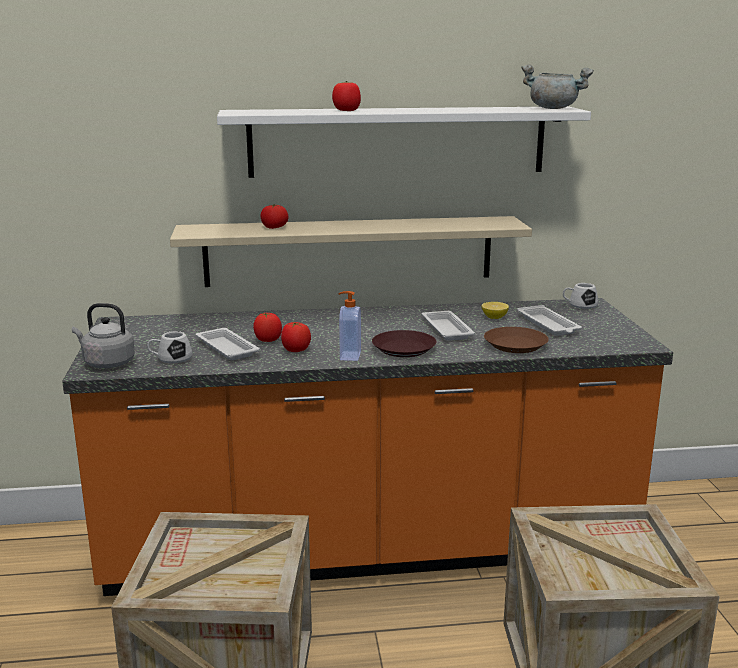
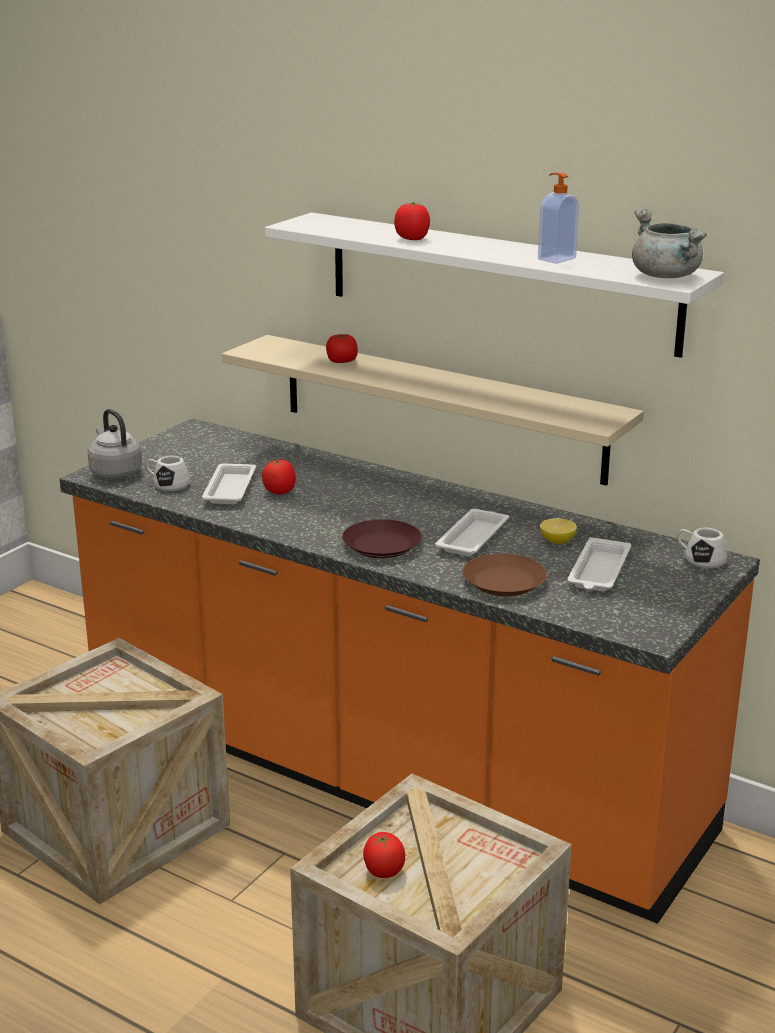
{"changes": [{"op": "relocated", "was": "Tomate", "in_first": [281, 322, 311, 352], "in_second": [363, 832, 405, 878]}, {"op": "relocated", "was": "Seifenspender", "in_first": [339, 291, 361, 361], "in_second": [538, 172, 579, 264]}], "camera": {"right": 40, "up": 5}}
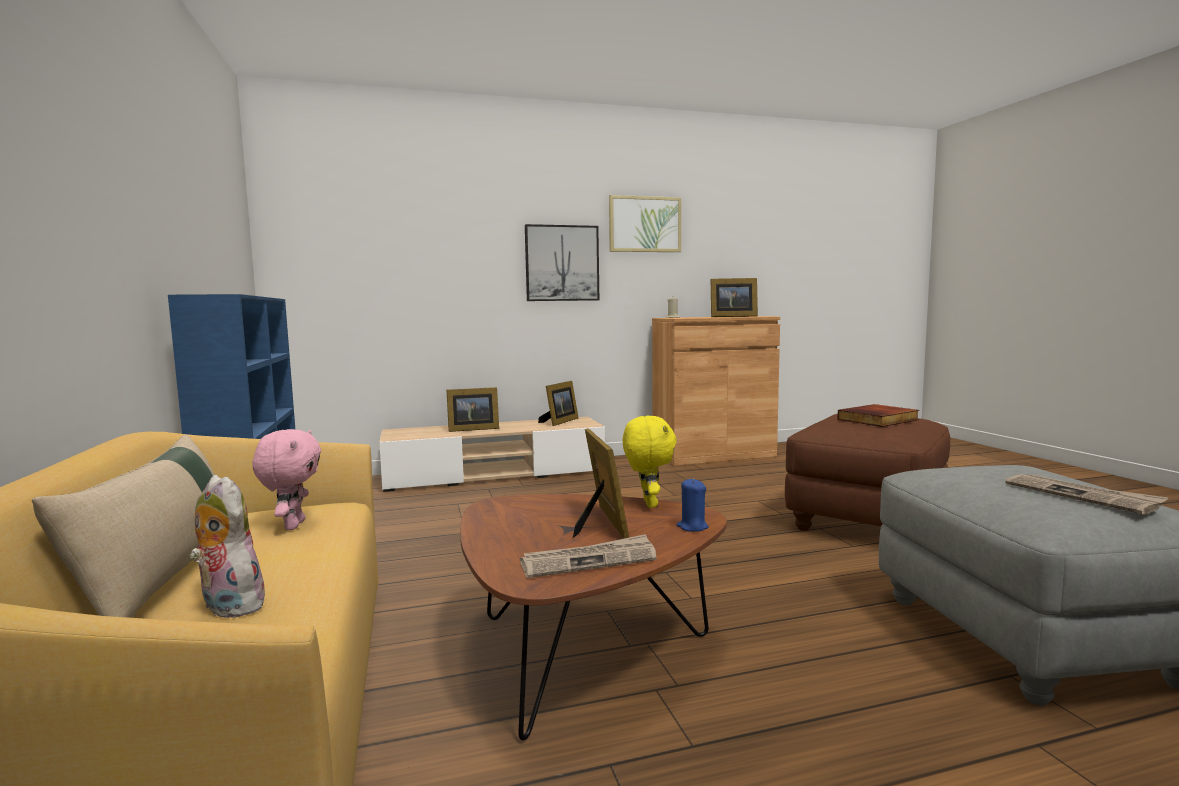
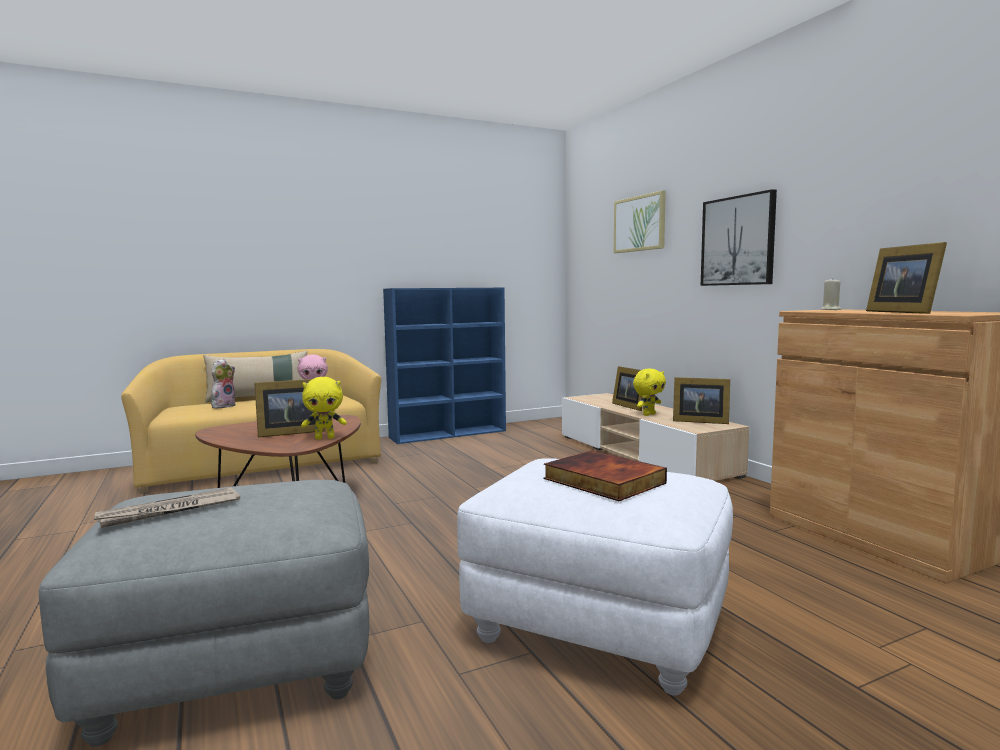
{"changes": [{"op": "missing", "was": "Zeitung", "in_first": [520, 534, 657, 578]}, {"op": "relocated", "was": "Bild", "in_first": [609, 195, 681, 252], "in_second": [614, 190, 666, 253]}, {"op": "missing", "was": "Kerze (blau)", "in_first": [676, 479, 709, 532]}, {"op": "colour", "was": "Polsterhocker (braun)", "now": "Polsterhocker (weiß)", "in_first": [785, 414, 950, 531], "in_second": [457, 458, 733, 696]}, {"op": "appeared", "now": "Plüschtier (gelb)", "in_second": [633, 369, 666, 416]}], "camera": {"right": 80, "up": 0}}
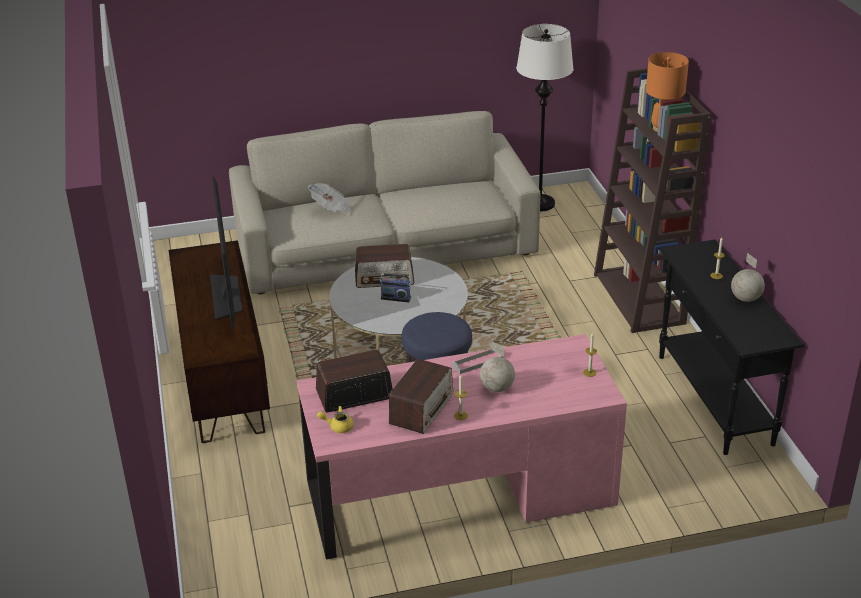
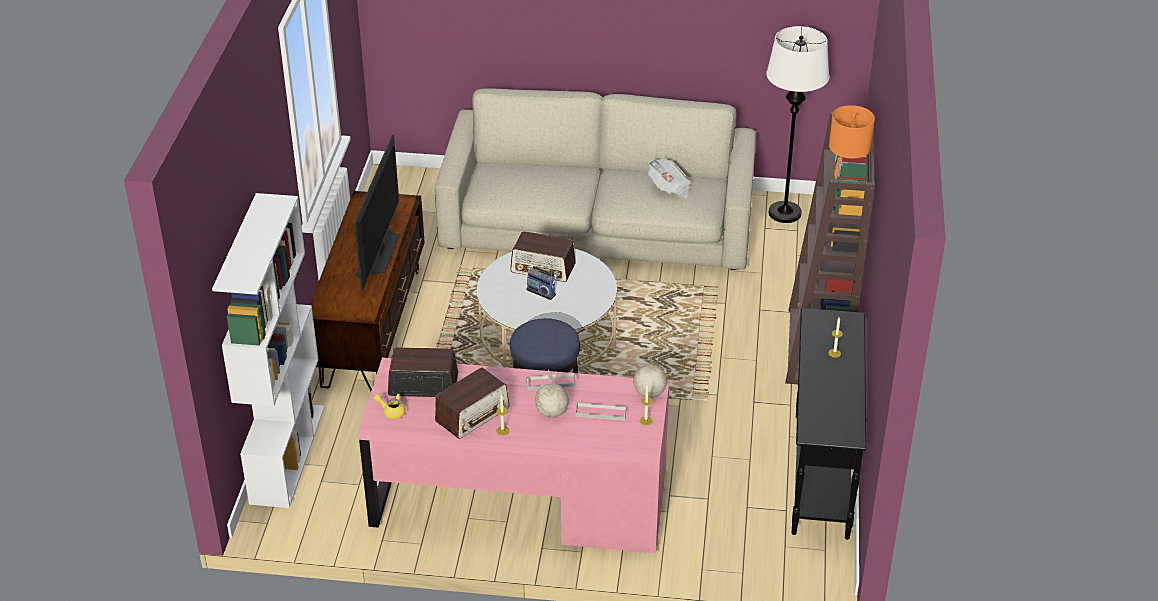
{"changes": [{"op": "relocated", "was": "Zeitung", "in_first": [308, 183, 351, 214], "in_second": [648, 159, 691, 199]}, {"op": "relocated", "was": "Globus", "in_first": [731, 253, 765, 302], "in_second": [633, 352, 667, 398]}, {"op": "appeared", "now": "Bücherregal (weiß)", "in_second": [212, 193, 325, 508]}, {"op": "appeared", "now": "Tablett (grau)", "in_second": [576, 402, 627, 420]}], "camera": {"right": 20, "up": 5}}
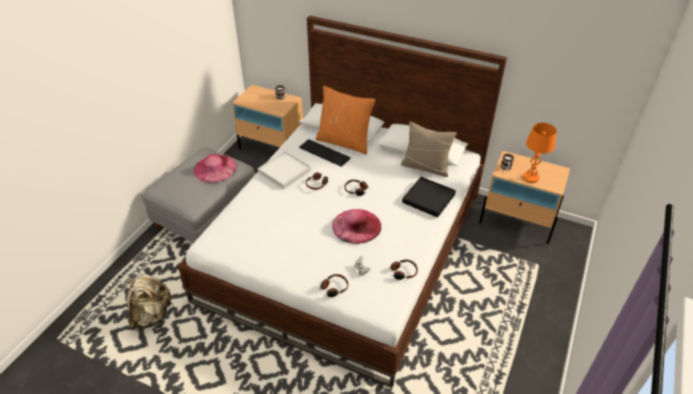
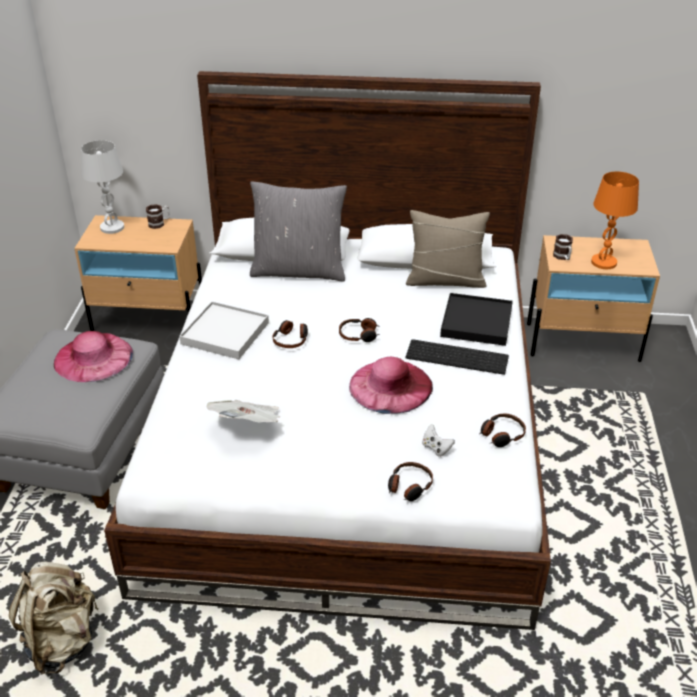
{"changes": [{"op": "relocated", "was": "Tastatur", "in_first": [299, 139, 351, 167], "in_second": [406, 339, 509, 375]}, {"op": "colour", "was": "Kissen (orange)", "now": "Kissen (grau)", "in_first": [316, 86, 376, 155], "in_second": [250, 181, 347, 281]}, {"op": "appeared", "now": "Tischlampe (weiß)", "in_second": [81, 140, 124, 234]}, {"op": "appeared", "now": "Zeitung", "in_second": [207, 400, 280, 422]}], "camera": {"right": -20, "up": -5}}
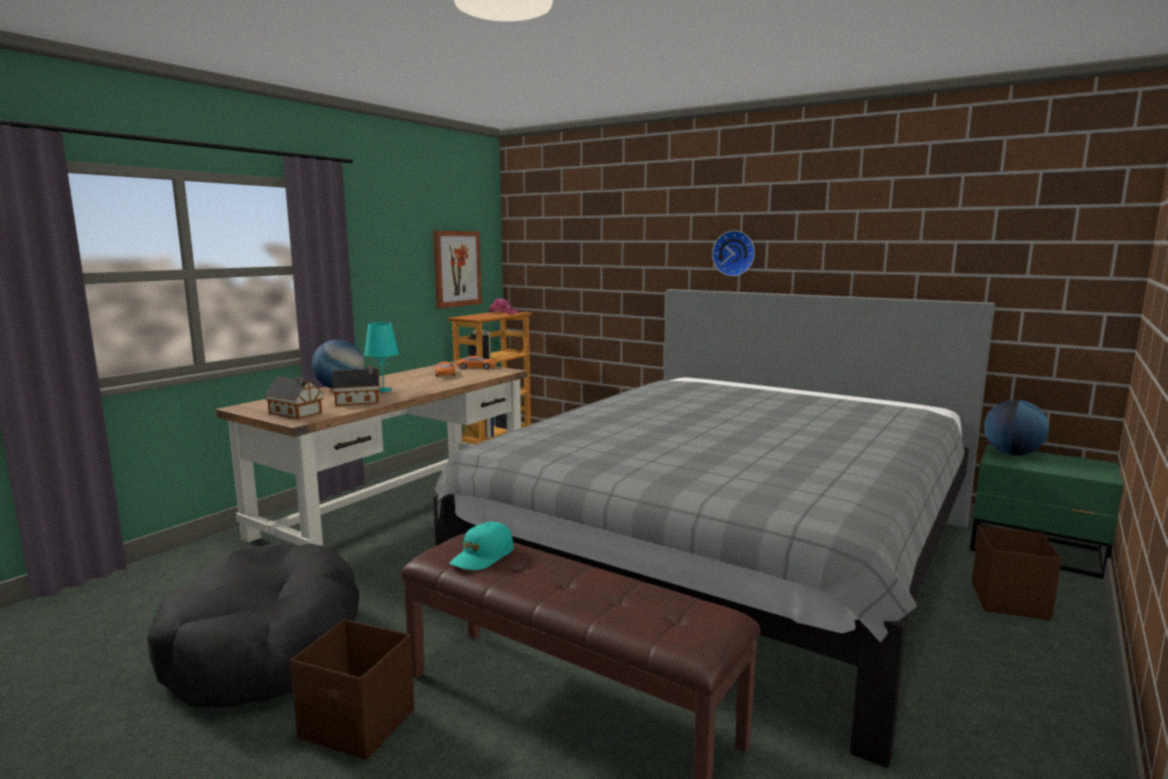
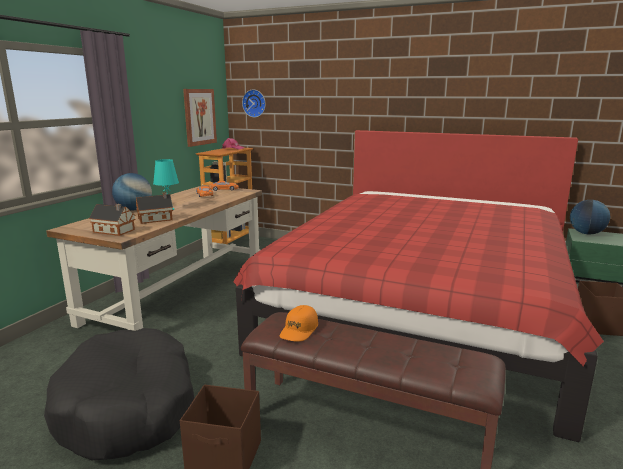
{"changes": [{"op": "colour", "was": "Bett (grau)", "now": "Bett (rot)", "in_first": [433, 289, 995, 768], "in_second": [233, 130, 604, 442]}, {"op": "colour", "was": "Kappe (türkis)", "now": "Kappe (orange)", "in_first": [450, 522, 514, 570], "in_second": [280, 305, 318, 342]}, {"op": "relocated", "was": "Wanduhr", "in_first": [712, 230, 755, 276], "in_second": [242, 89, 266, 117]}], "camera": {"right": -10, "up": 5}}
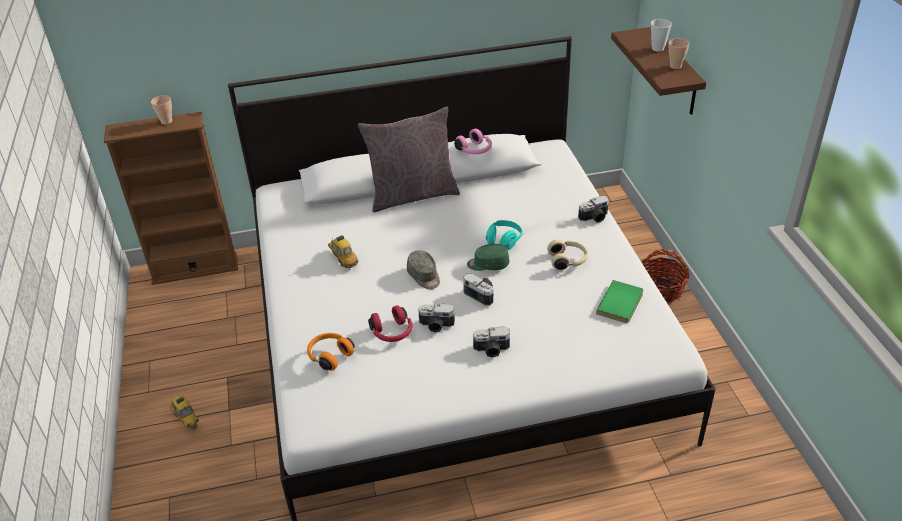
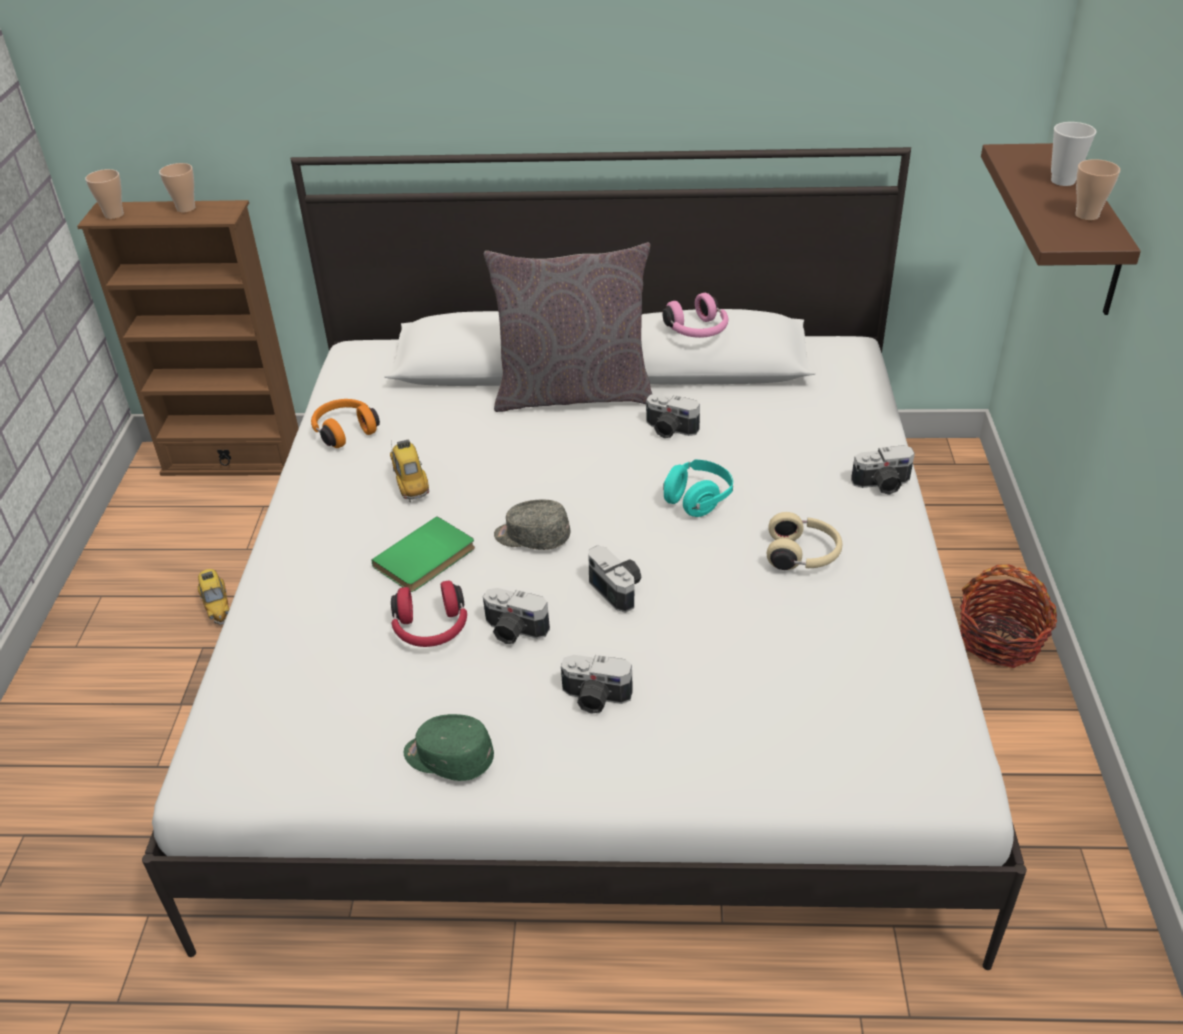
{"changes": [{"op": "relocated", "was": "Spielzeugauto", "in_first": [170, 395, 199, 430], "in_second": [198, 569, 229, 625]}, {"op": "relocated", "was": "Kopfhörer (orange)", "in_first": [307, 333, 355, 371], "in_second": [311, 399, 380, 448]}, {"op": "spun", "was": "Kappe (grau)", "in_first": [407, 250, 440, 289], "in_second": [494, 499, 571, 550], "clockwise": 120}, {"op": "relocated", "was": "Kappe (grün)", "in_first": [467, 243, 509, 271], "in_second": [404, 714, 494, 781]}, {"op": "relocated", "was": "Buch (grün)", "in_first": [596, 280, 643, 323], "in_second": [371, 516, 475, 592]}, {"op": "appeared", "now": "Tasse", "in_second": [85, 169, 124, 219]}, {"op": "appeared", "now": "Kamera", "in_second": [646, 394, 700, 438]}], "camera": {"right": 15, "up": 0}}
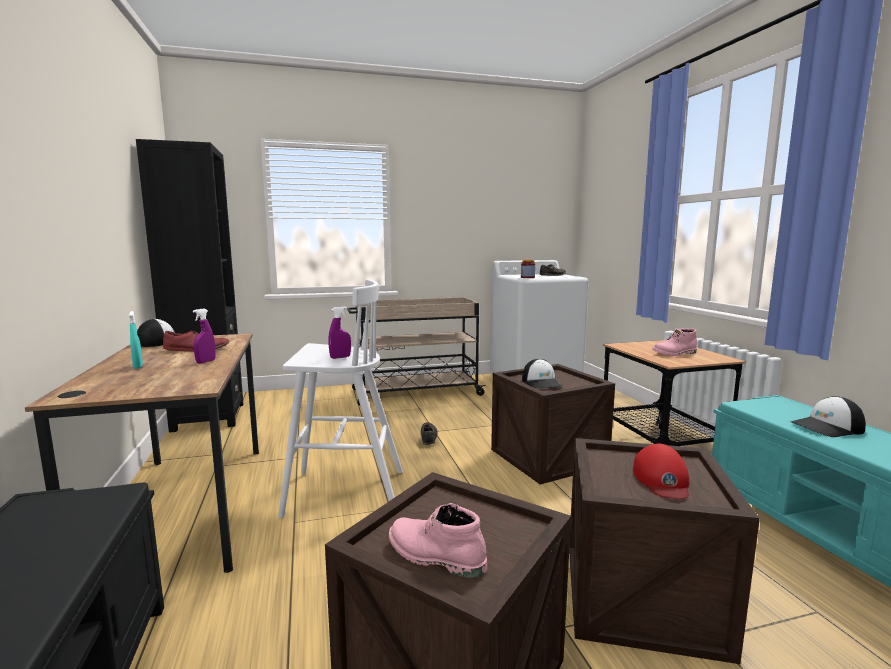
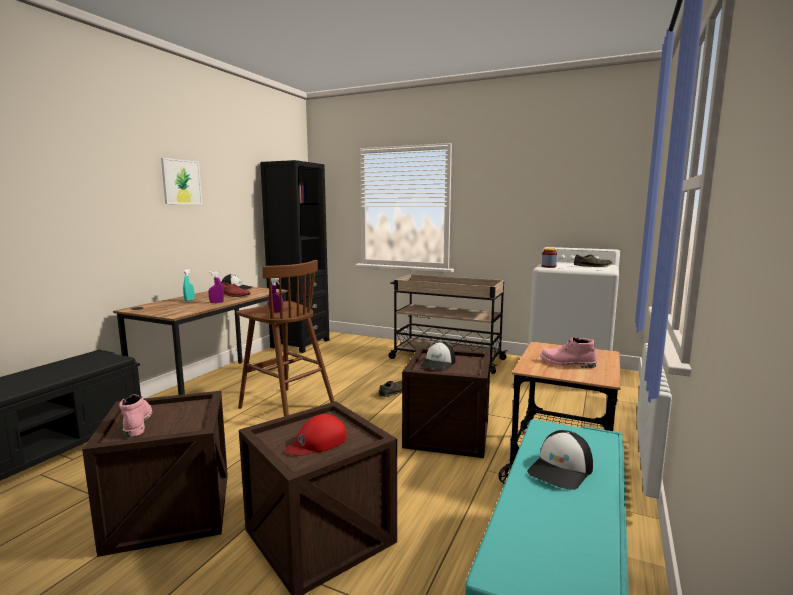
{"changes": [{"op": "colour", "was": "Hocker (weiß)", "now": "Hocker (braun)", "in_first": [278, 279, 403, 518], "in_second": [236, 260, 335, 416]}, {"op": "spun", "was": "Kappe", "in_first": [791, 396, 866, 437], "in_second": [527, 430, 593, 490], "clockwise": -75}, {"op": "appeared", "now": "Bild", "in_second": [161, 158, 202, 204]}], "camera": {"right": 40, "up": 0}}
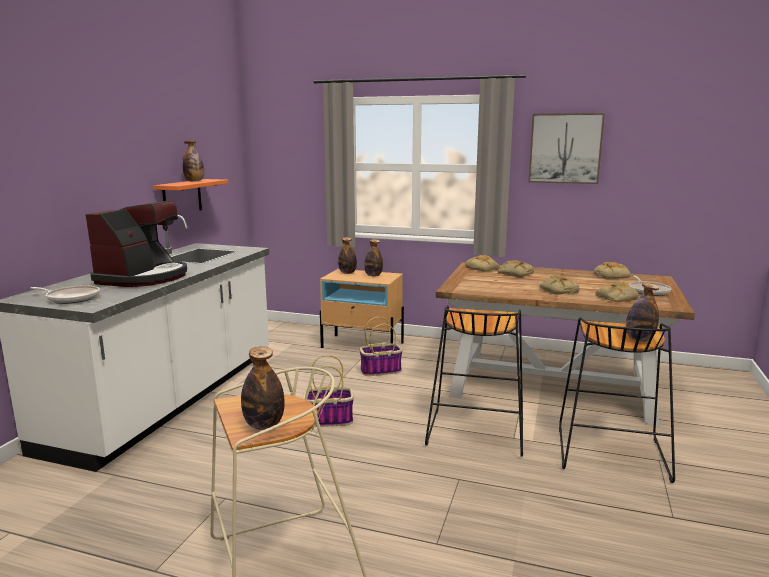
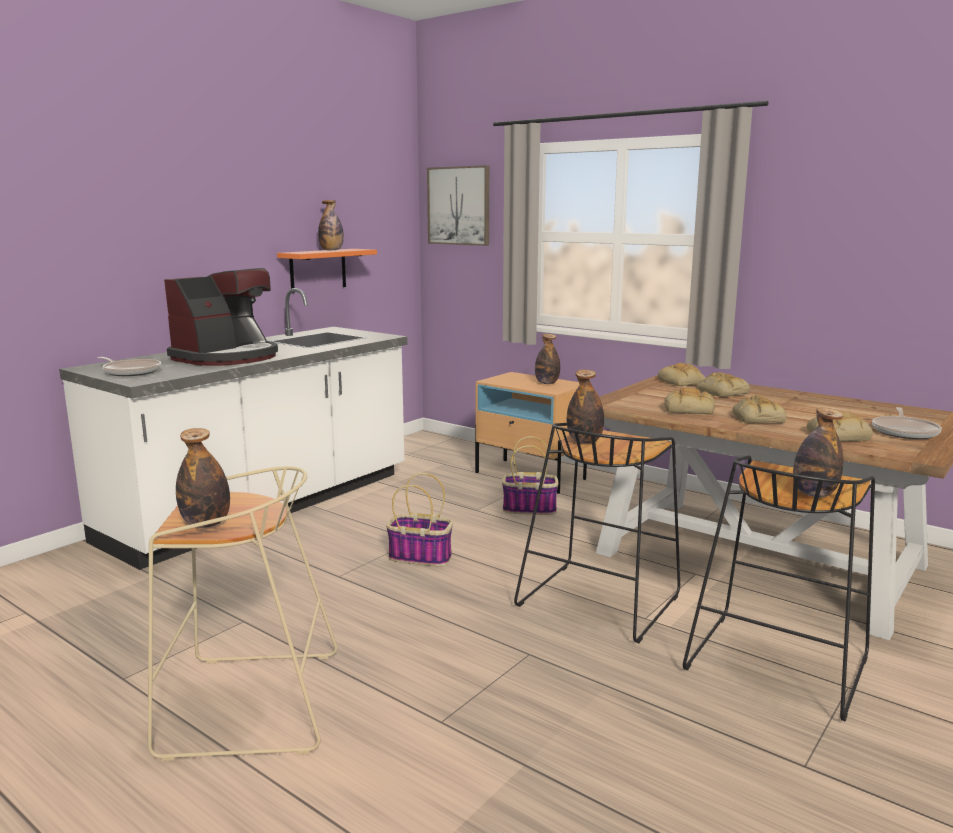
{"changes": [{"op": "relocated", "was": "Flasche", "in_first": [338, 237, 357, 274], "in_second": [567, 370, 604, 444]}, {"op": "relocated", "was": "Bild", "in_first": [528, 113, 605, 184], "in_second": [427, 165, 489, 246]}, {"op": "relocated", "was": "Brot", "in_first": [594, 262, 631, 279], "in_second": [664, 387, 715, 414]}], "camera": {"right": 20, "up": 0}}
